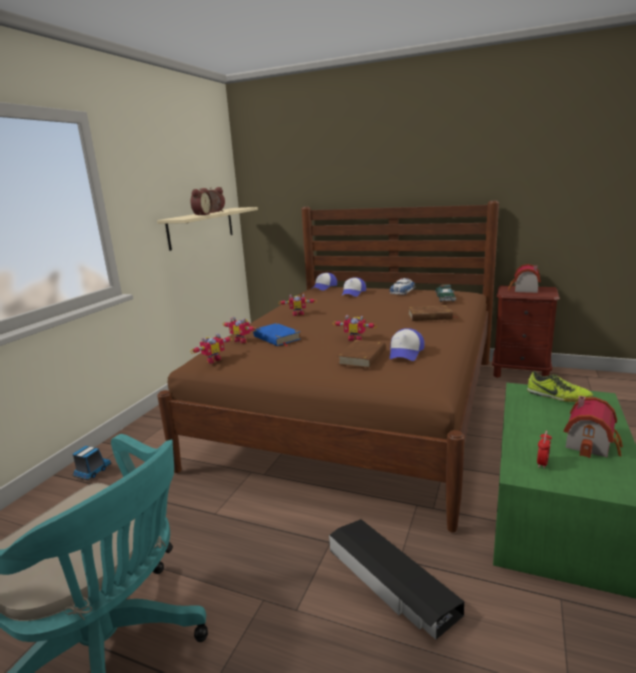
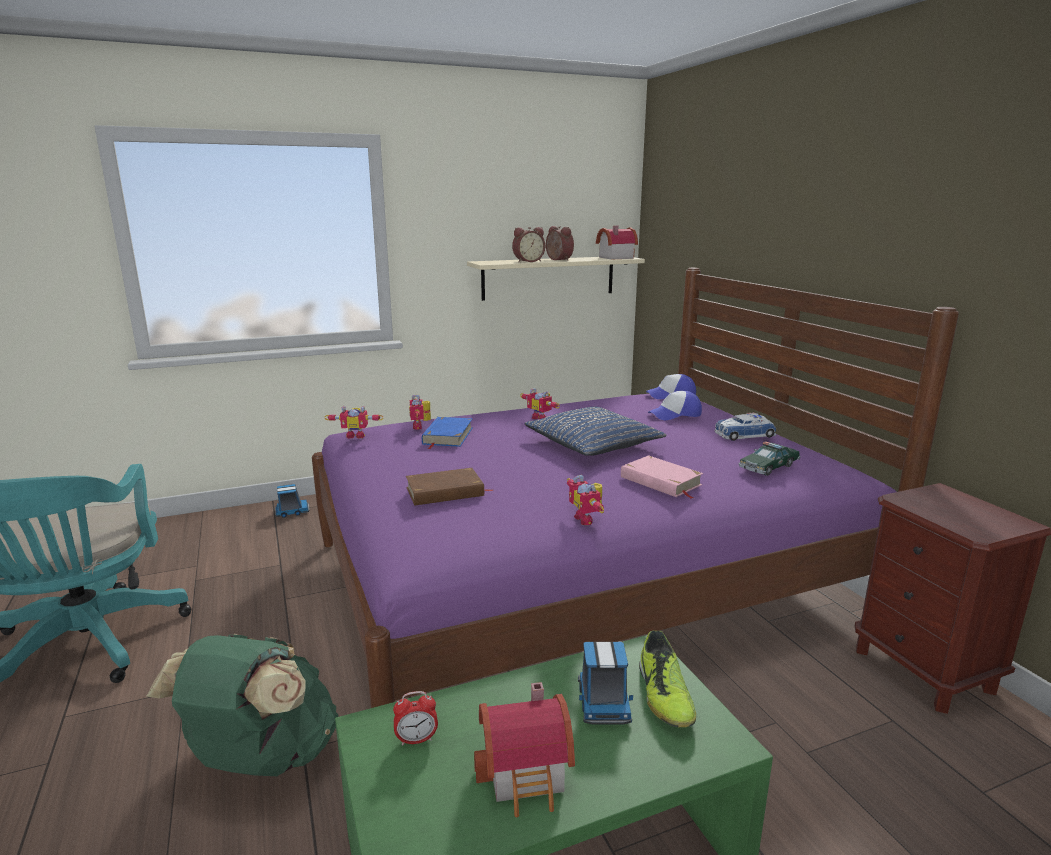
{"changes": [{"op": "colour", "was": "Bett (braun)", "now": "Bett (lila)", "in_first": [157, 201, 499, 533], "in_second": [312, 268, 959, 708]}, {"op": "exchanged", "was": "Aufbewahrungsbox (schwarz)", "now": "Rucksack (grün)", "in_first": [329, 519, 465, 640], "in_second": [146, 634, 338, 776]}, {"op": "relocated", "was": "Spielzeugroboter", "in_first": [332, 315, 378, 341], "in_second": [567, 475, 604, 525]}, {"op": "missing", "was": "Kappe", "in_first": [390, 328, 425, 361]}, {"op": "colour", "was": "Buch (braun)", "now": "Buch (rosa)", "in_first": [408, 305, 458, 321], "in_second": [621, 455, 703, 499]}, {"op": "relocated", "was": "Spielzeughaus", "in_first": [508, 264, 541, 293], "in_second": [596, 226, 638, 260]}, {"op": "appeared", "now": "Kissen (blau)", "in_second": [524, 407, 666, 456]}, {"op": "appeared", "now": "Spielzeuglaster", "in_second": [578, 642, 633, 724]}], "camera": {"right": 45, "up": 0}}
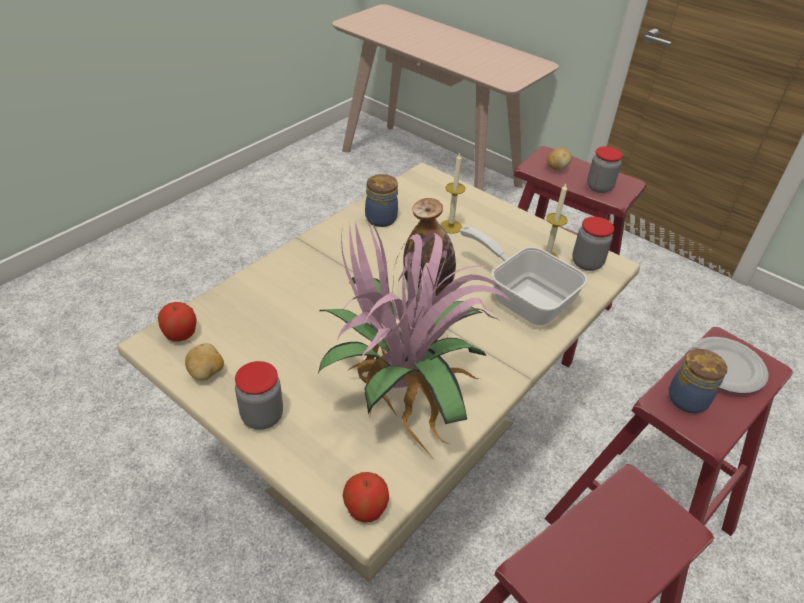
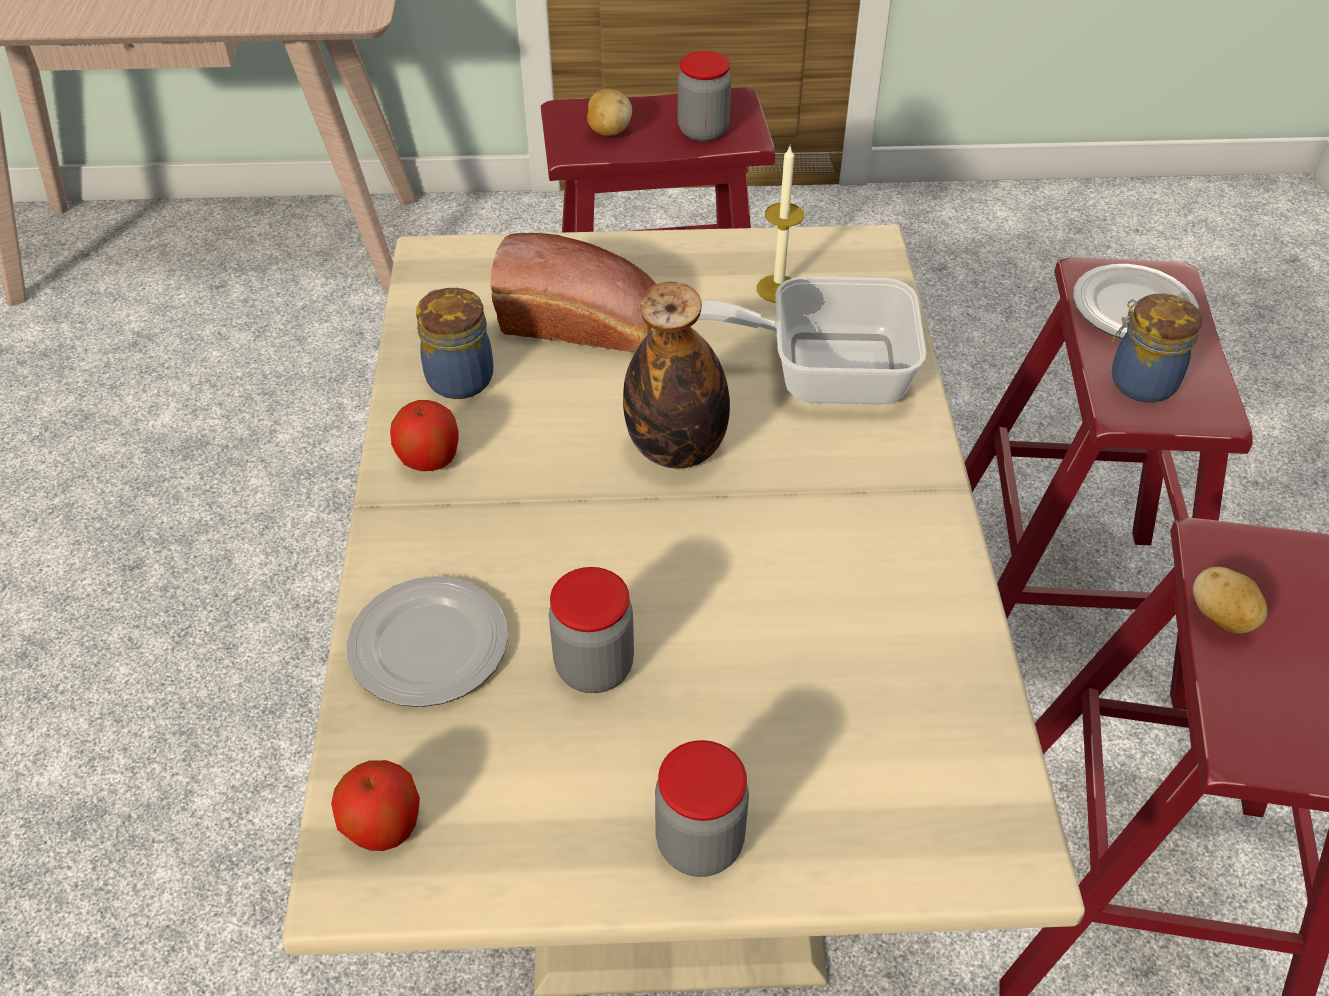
{"changes": [{"op": "relocated", "was": "Kartoffel", "in_first": [185, 343, 224, 381], "in_second": [1193, 567, 1268, 633]}, {"op": "missing", "was": "Topfpflanze", "in_first": [318, 218, 516, 461]}, {"op": "relocated", "was": "Apfel", "in_first": [343, 472, 389, 523], "in_second": [390, 400, 458, 471]}, {"op": "exchanged", "was": "Kerze", "now": "Brot", "in_first": [440, 153, 465, 234], "in_second": [490, 233, 656, 352]}, {"op": "relocated", "was": "Vorratsglas", "in_first": [572, 217, 614, 271], "in_second": [549, 567, 634, 693]}, {"op": "appeared", "now": "Teller", "in_second": [347, 576, 508, 707]}], "camera": {"right": -40, "up": 5}}
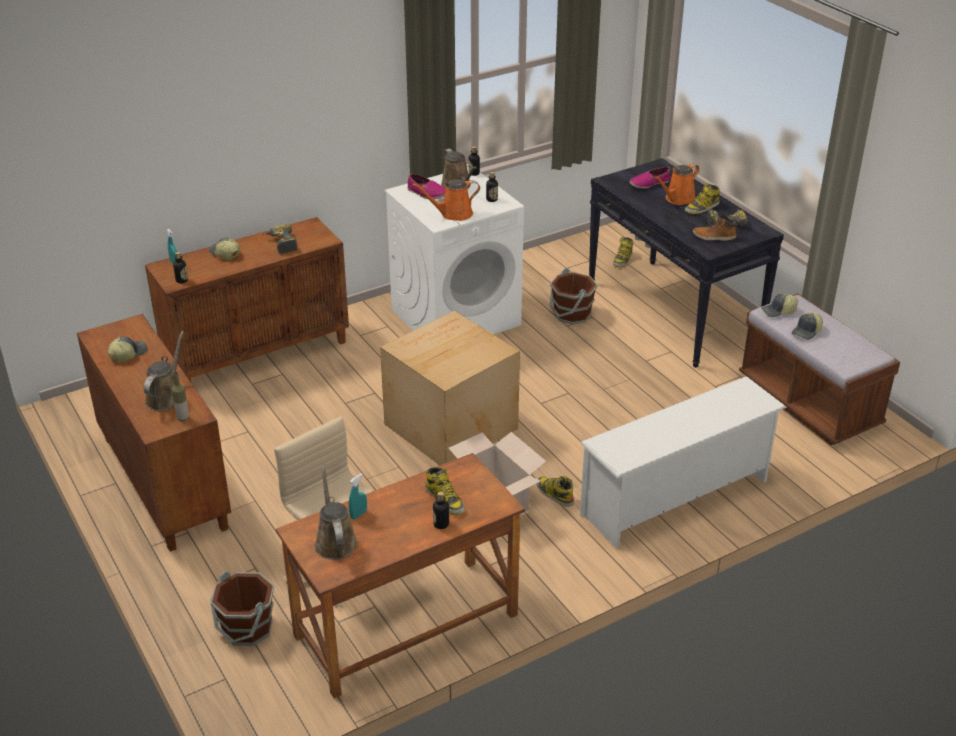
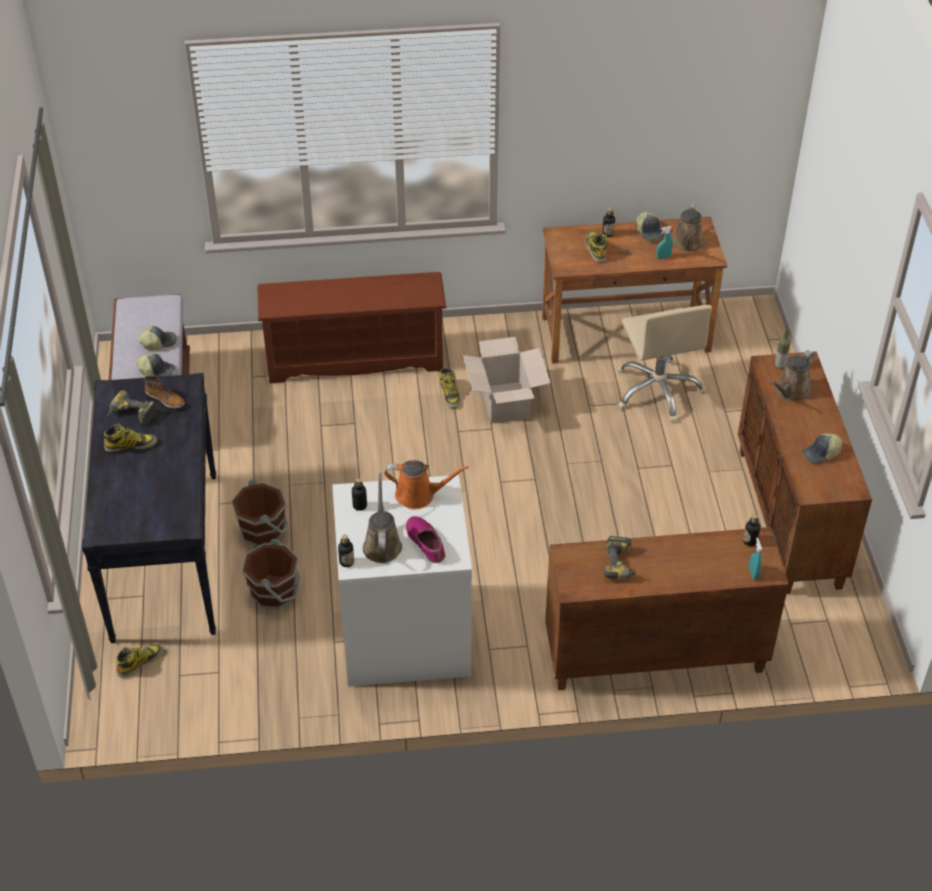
{"changes": [{"op": "relocated", "was": "Kappe", "in_first": [209, 238, 240, 260], "in_second": [636, 212, 664, 242]}, {"op": "relocated", "was": "Eimer (braun)", "in_first": [210, 571, 274, 646], "in_second": [231, 479, 289, 547]}, {"op": "missing", "was": "Karton", "in_first": [380, 311, 520, 465]}, {"op": "colour", "was": "Schuhregal (weiß)", "now": "Schuhregal (braun)", "in_first": [580, 376, 787, 548], "in_second": [257, 272, 447, 384]}, {"op": "missing", "was": "Schuh", "in_first": [629, 167, 670, 188]}, {"op": "missing", "was": "Gießkanne (orange)", "in_first": [654, 164, 699, 205]}], "camera": {"right": -155, "up": 10}}
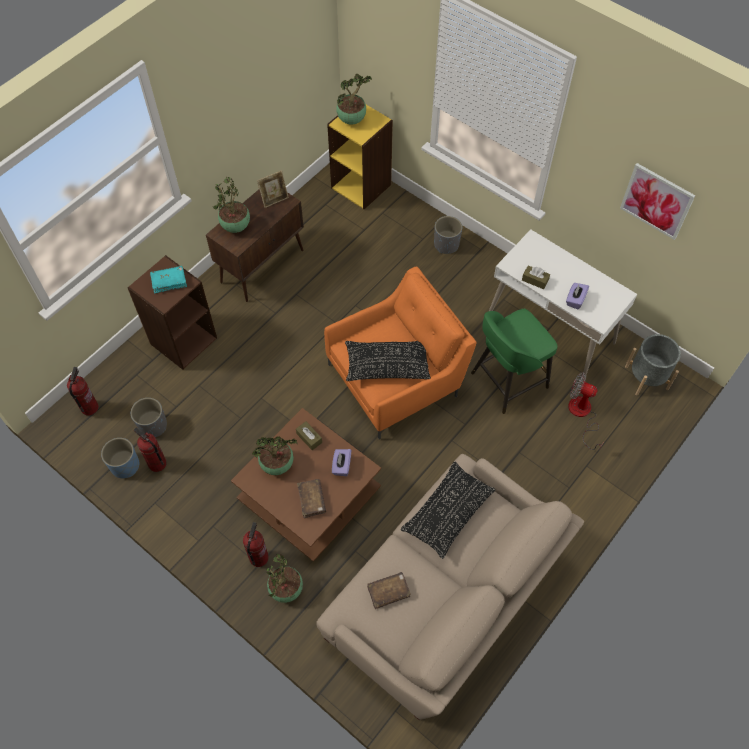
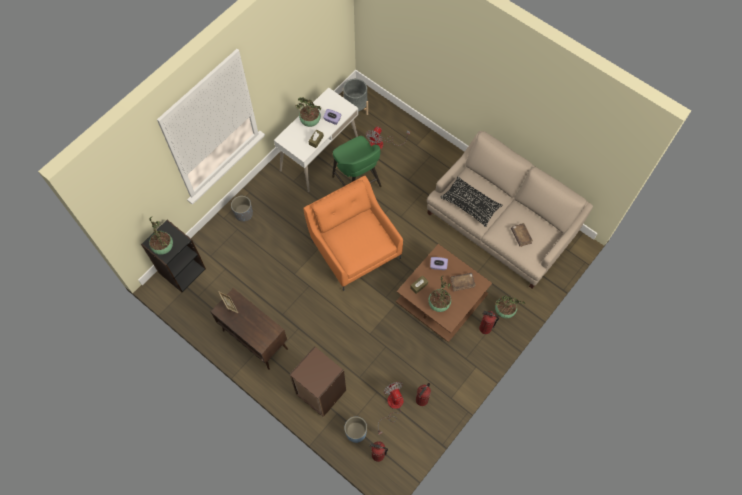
{"changes": [{"op": "relocated", "was": "Pflanzkübel (blau)", "in_first": [101, 438, 139, 478], "in_second": [344, 416, 367, 443]}, {"op": "exchanged", "was": "Pflanzkübel (grau)", "now": "Ventilator", "in_first": [131, 398, 167, 437], "in_second": [378, 382, 404, 434]}, {"op": "missing", "was": "Buch (türkis)", "in_first": [150, 266, 187, 293]}, {"op": "relocated", "was": "Topfpflanze", "in_first": [213, 177, 250, 233], "in_second": [296, 97, 321, 127]}, {"op": "colour", "was": "Bücherregal (gelb)", "now": "Bücherregal (schwarz)", "in_first": [327, 105, 393, 209], "in_second": [141, 220, 206, 292]}, {"op": "missing", "was": "Kissen (schwarz)", "in_first": [345, 341, 431, 381]}, {"op": "missing", "was": "Bild", "in_first": [620, 163, 696, 240]}], "camera": {"right": -90, "up": 5}}
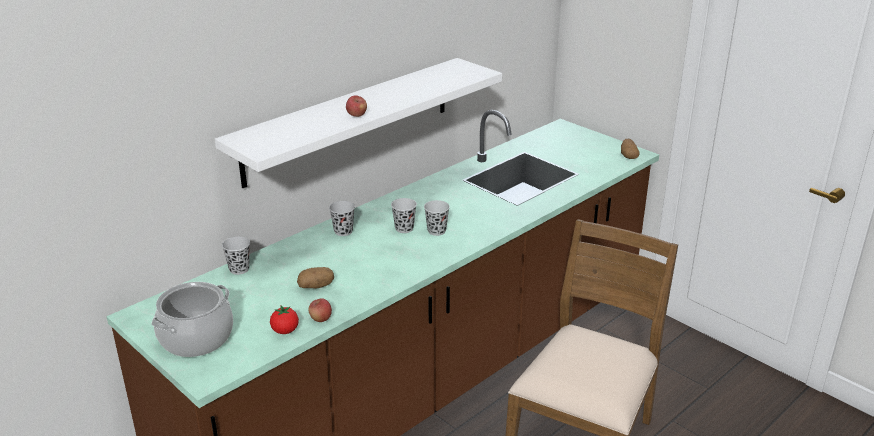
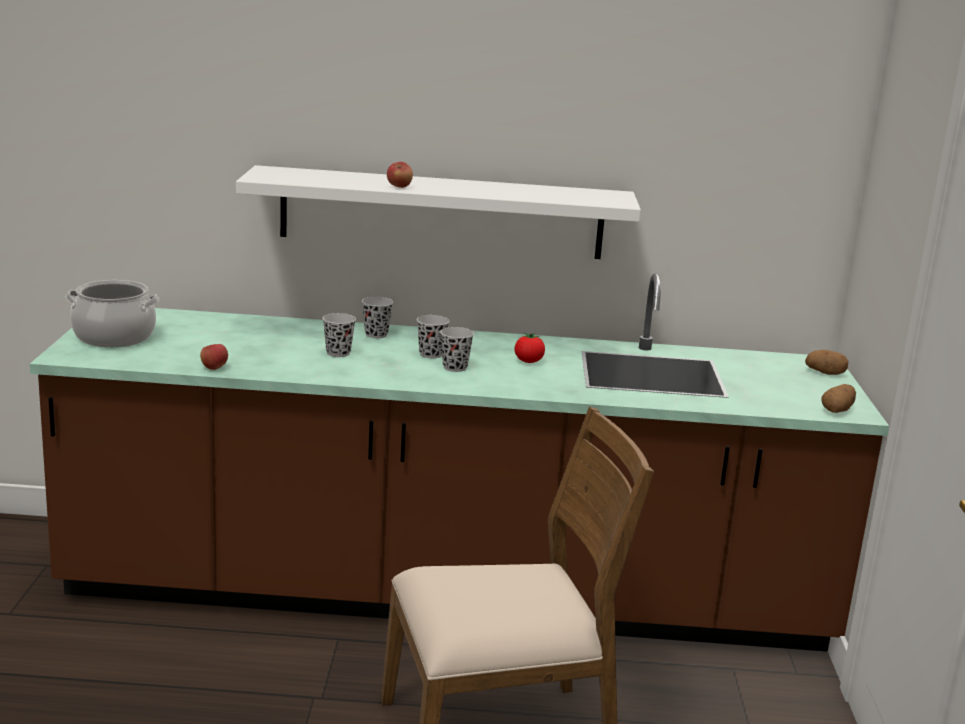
{"changes": [{"op": "relocated", "was": "Tasse (schwarz)", "in_first": [222, 236, 250, 275], "in_second": [322, 313, 356, 357]}, {"op": "relocated", "was": "Tomate", "in_first": [270, 305, 299, 334], "in_second": [514, 333, 545, 363]}, {"op": "relocated", "was": "Kartoffel", "in_first": [297, 267, 334, 289], "in_second": [805, 350, 848, 375]}], "camera": {"right": 45, "up": -10}}
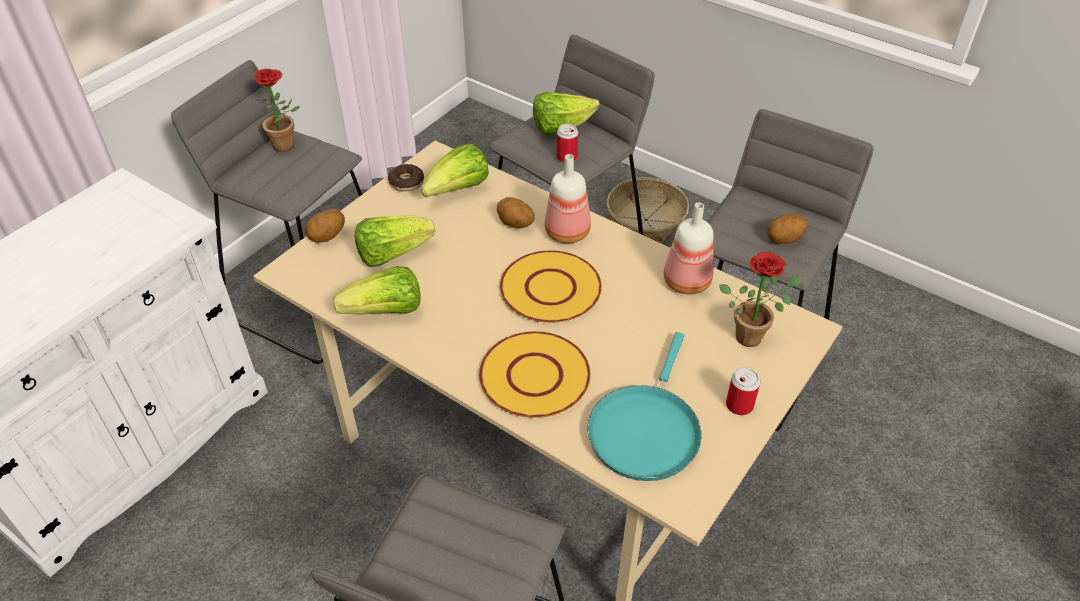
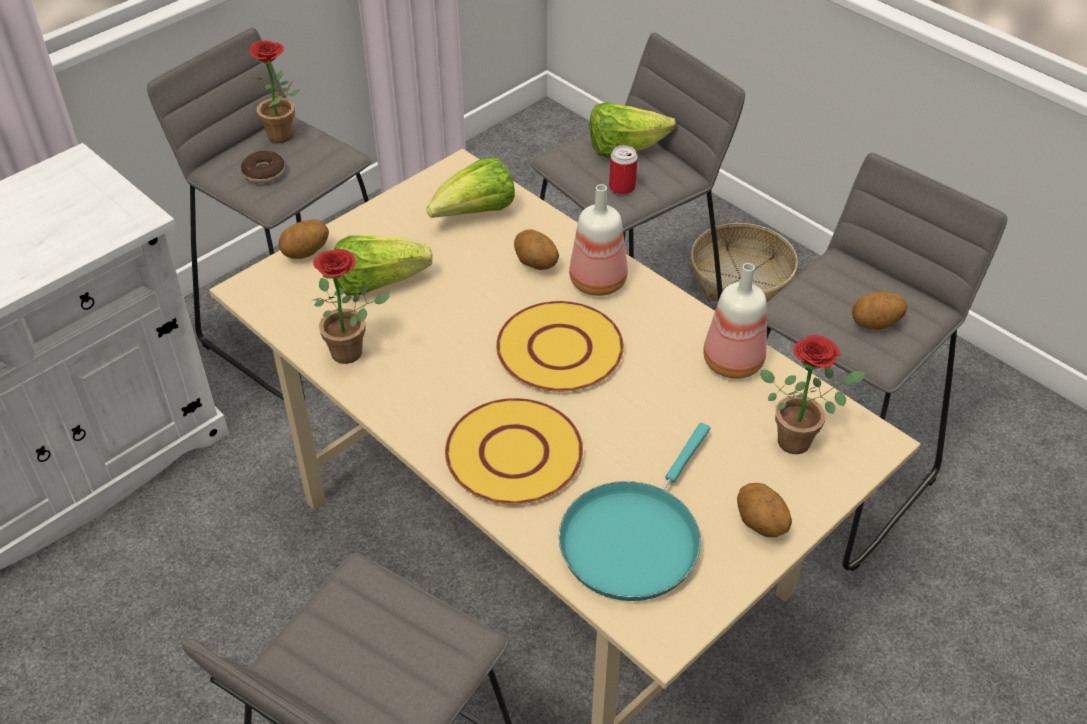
{"changes": [{"op": "exchanged", "was": "Salatkopf", "now": "Topfpflanze", "in_first": [333, 266, 421, 315], "in_second": [313, 249, 390, 364]}, {"op": "relocated", "was": "Donut", "in_first": [388, 164, 424, 192], "in_second": [241, 151, 285, 183]}, {"op": "exchanged", "was": "Dose", "now": "Kartoffel", "in_first": [726, 367, 760, 415], "in_second": [737, 483, 792, 537]}], "camera": {"right": 10, "up": 0}}
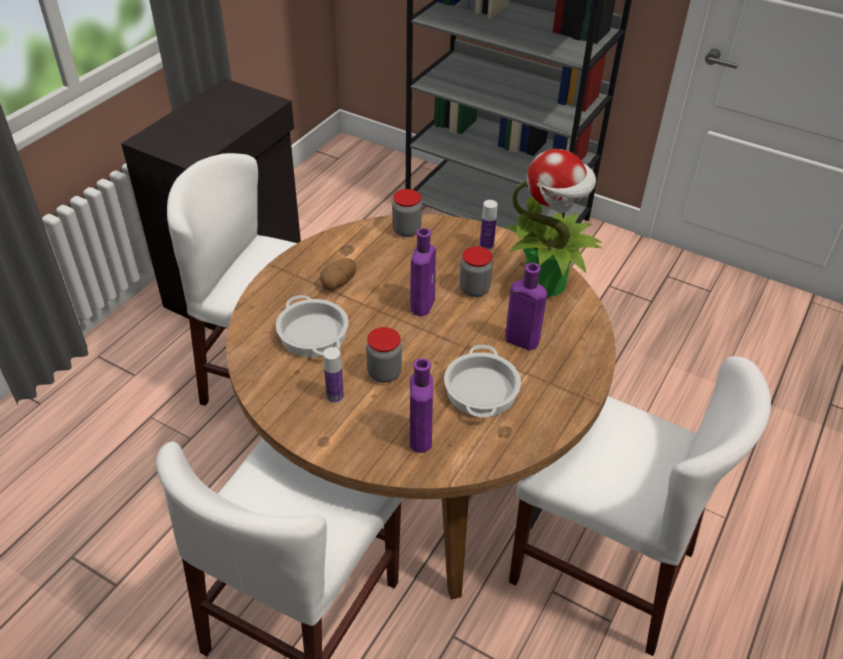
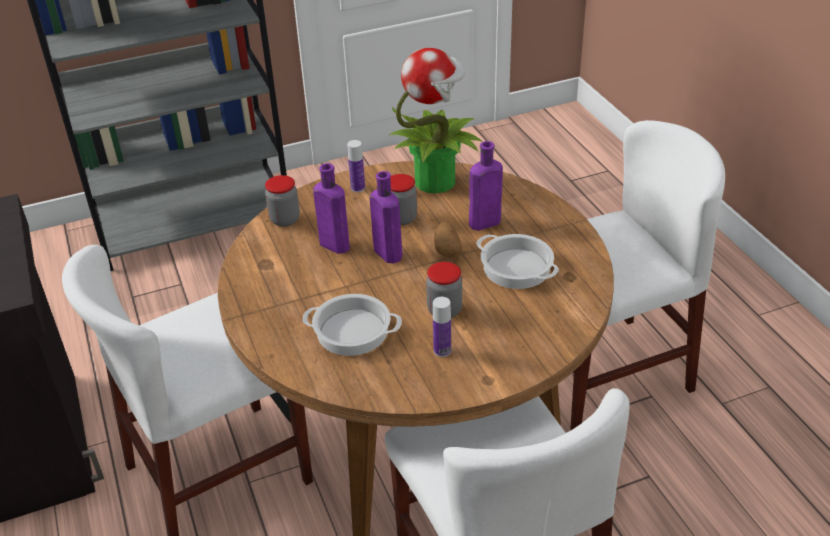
{"changes": [{"op": "relocated", "was": "Kartoffel", "in_first": [320, 258, 356, 290], "in_second": [434, 222, 462, 258]}, {"op": "relocated", "was": "Flasche (lila)", "in_first": [410, 358, 433, 453], "in_second": [313, 163, 350, 254]}], "camera": {"right": -50, "up": -5}}
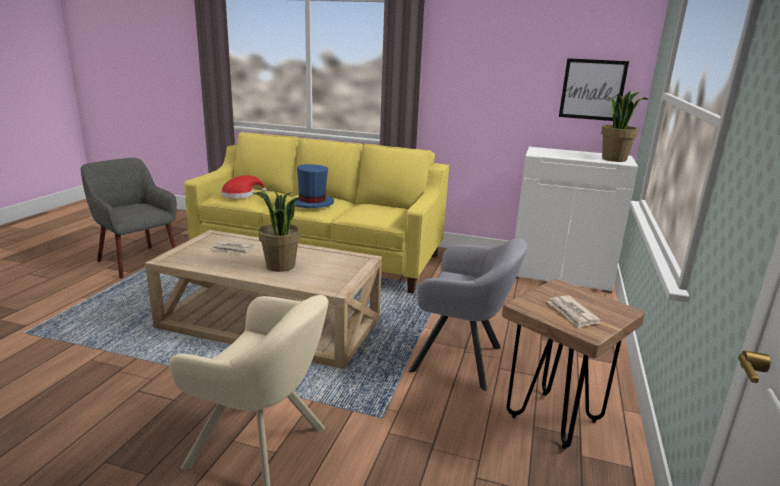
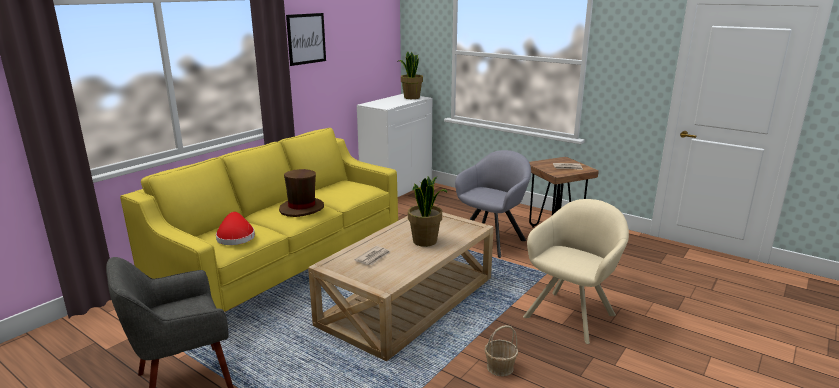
{"changes": [{"op": "colour", "was": "Hut (blau)", "now": "Hut (braun)", "in_first": [290, 164, 334, 208], "in_second": [279, 169, 324, 217]}, {"op": "relocated", "was": "Bild", "in_first": [559, 58, 629, 121], "in_second": [286, 13, 326, 66]}, {"op": "appeared", "now": "Korb", "in_second": [485, 325, 518, 376]}], "camera": {"right": -70, "up": 0}}
